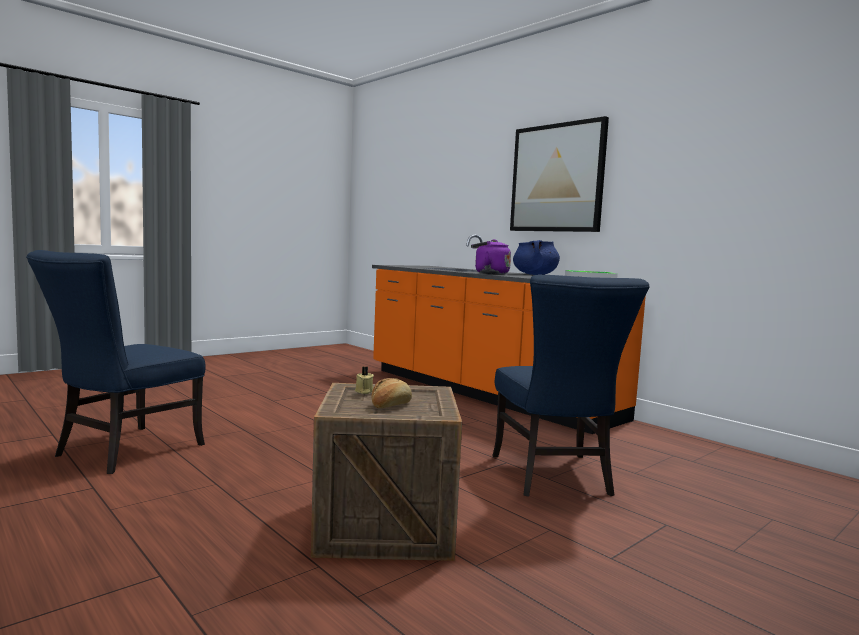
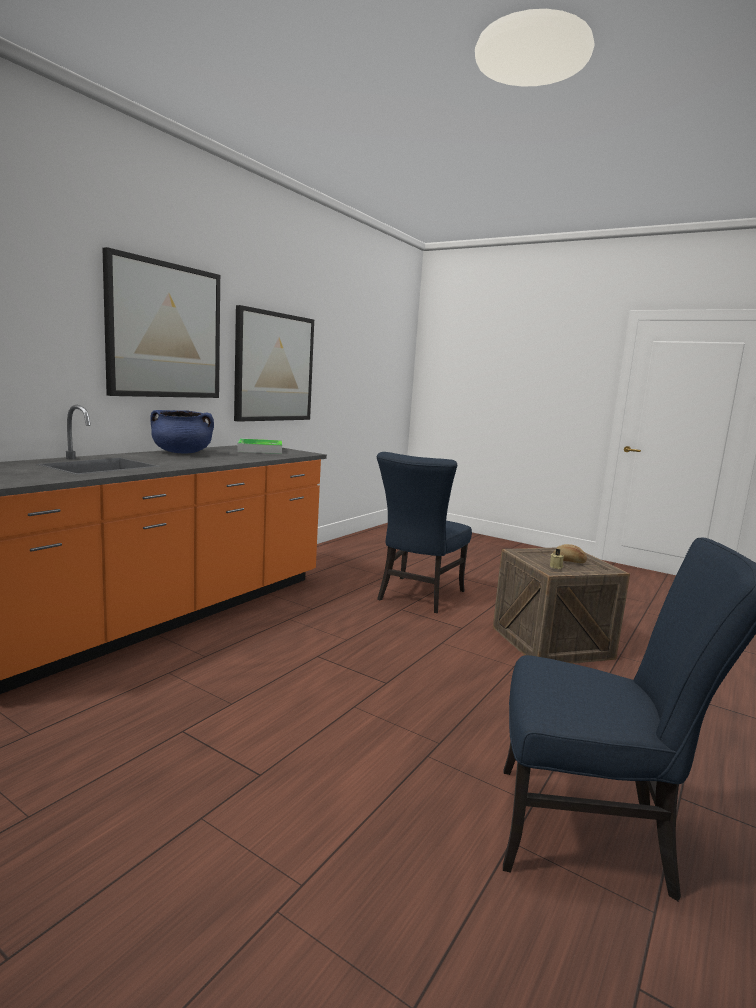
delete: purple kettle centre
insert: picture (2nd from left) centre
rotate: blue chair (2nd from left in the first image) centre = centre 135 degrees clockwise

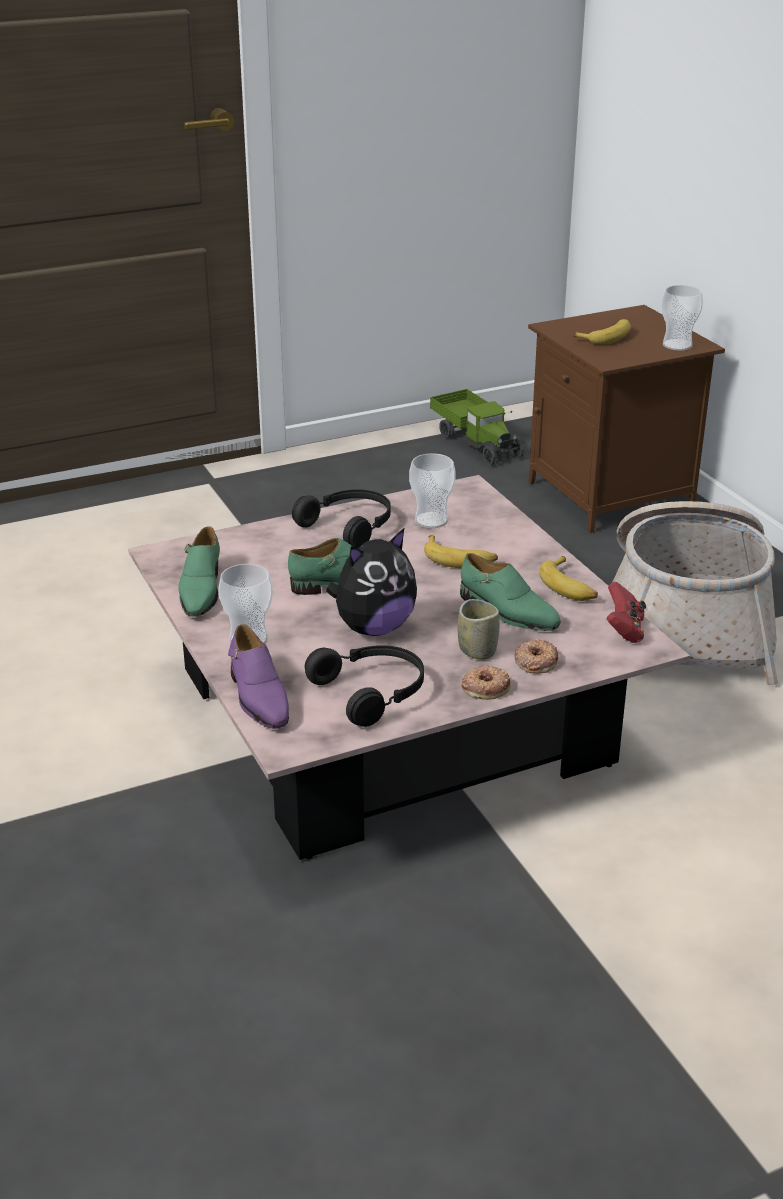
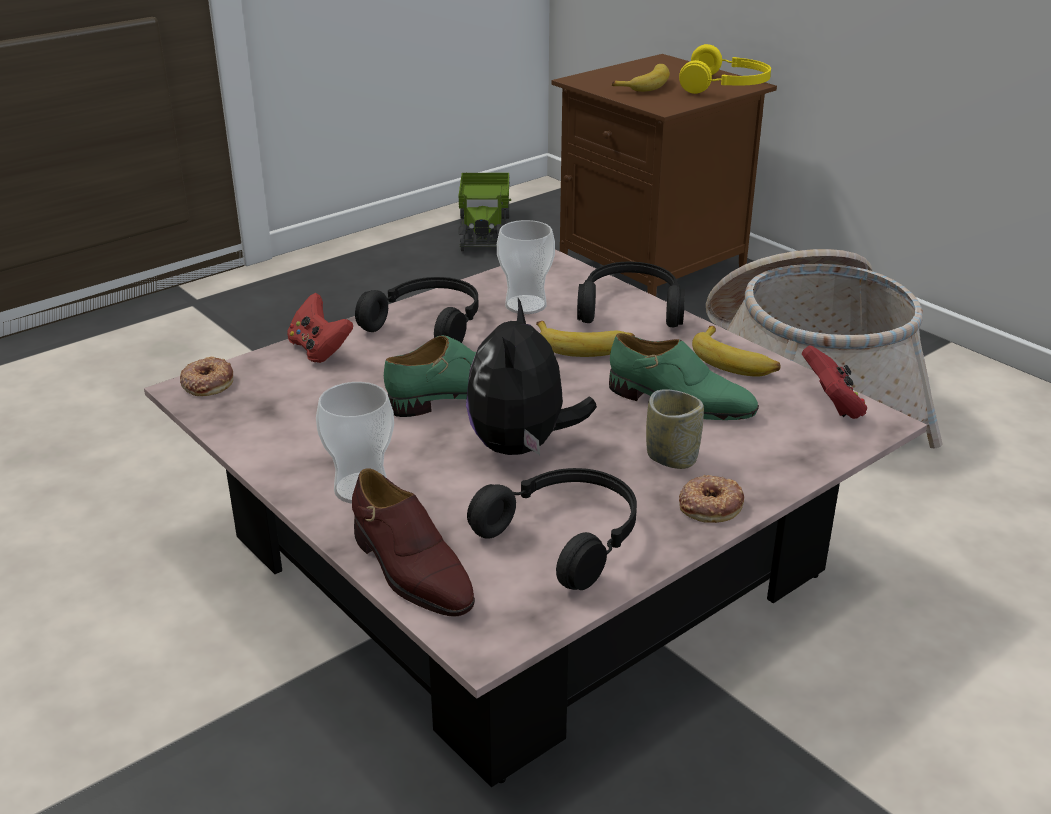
delete: green shoe (1st from left) middle left
insert: red game controller (1st from left) middle left; black headphones (3rd from left) centre
move: donut (2nd from left in the first image) middle right to donut (1st from left) middle left
replace: cup (4th from left) top right to yellow headphones top right
recolor: purple shoe middle left to brown shoe centre
rotate: toy truck centre = top centre 45 degrees clockwise; plush toy centre = centre 150 degrees clockwise

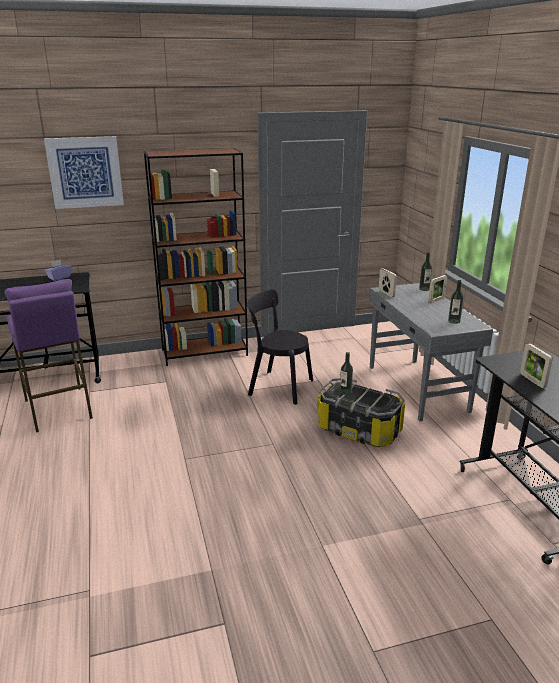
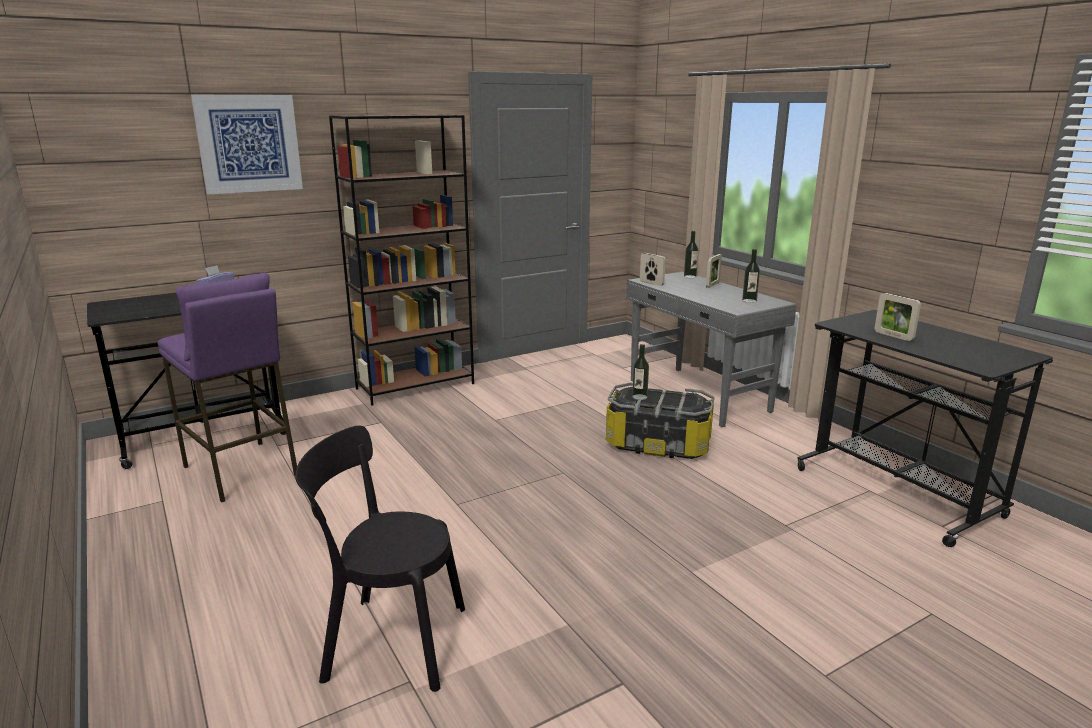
move: black chair centre to bottom centre

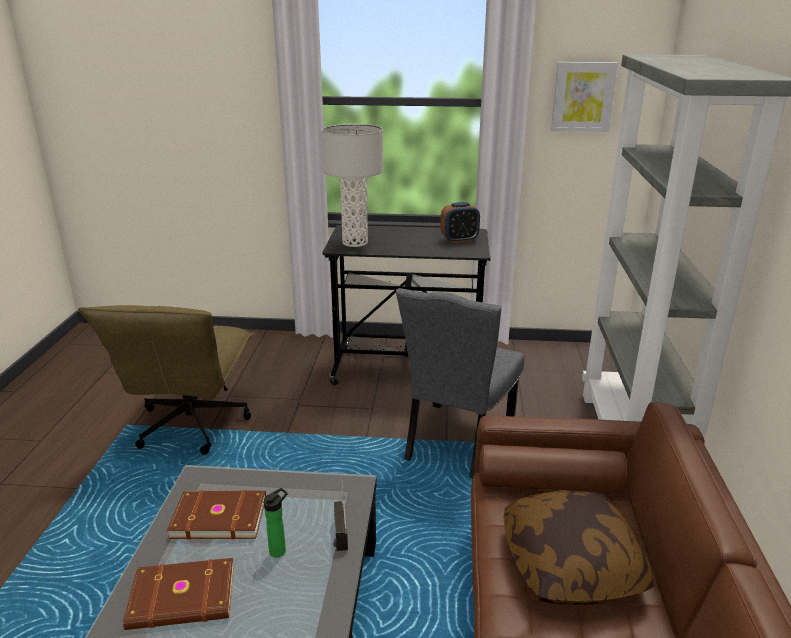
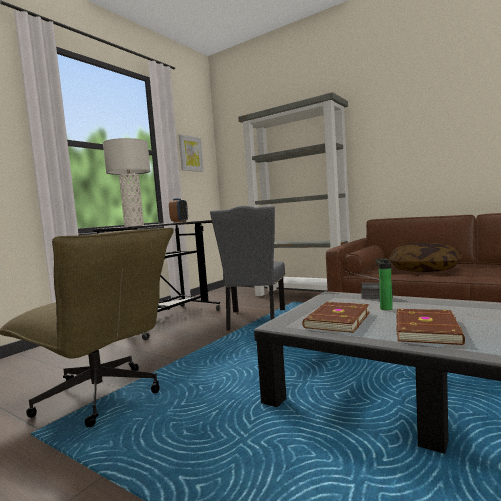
rotate: grey chair centre = centre 45 degrees clockwise

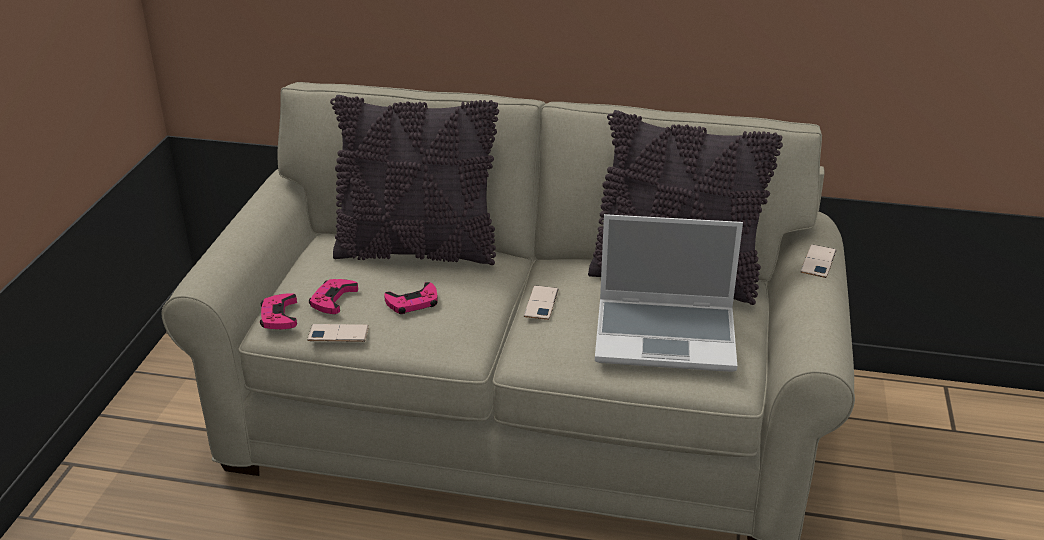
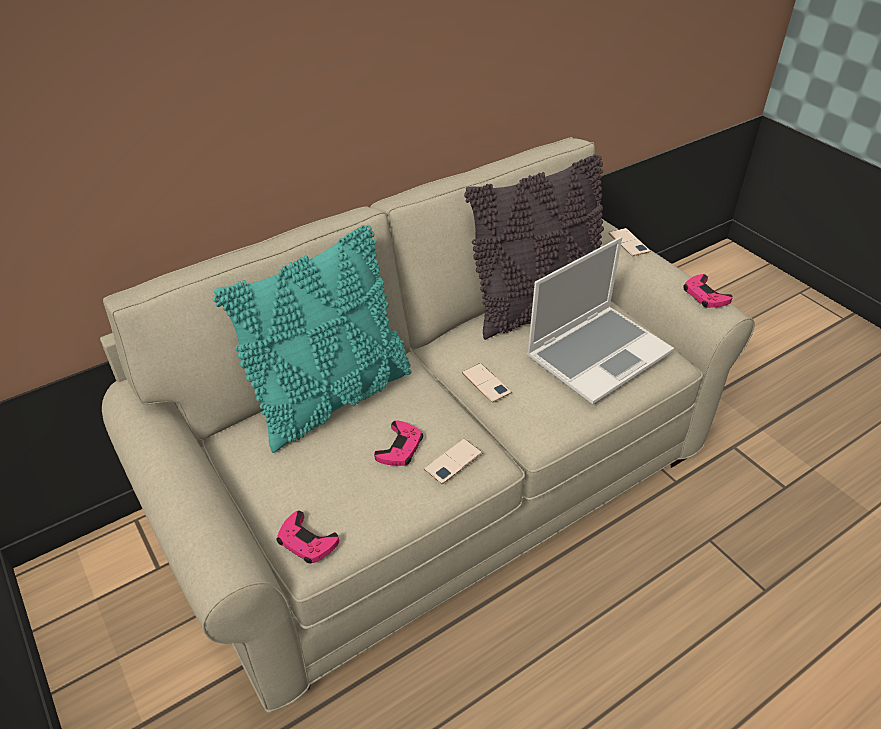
move: phone (1st from left) middle left to centre; pink game controller (2nd from left in the first image) middle left to pink game controller (3rd from left) middle right
recolor: black pillow (1st from left) centre to turquoise pillow centre

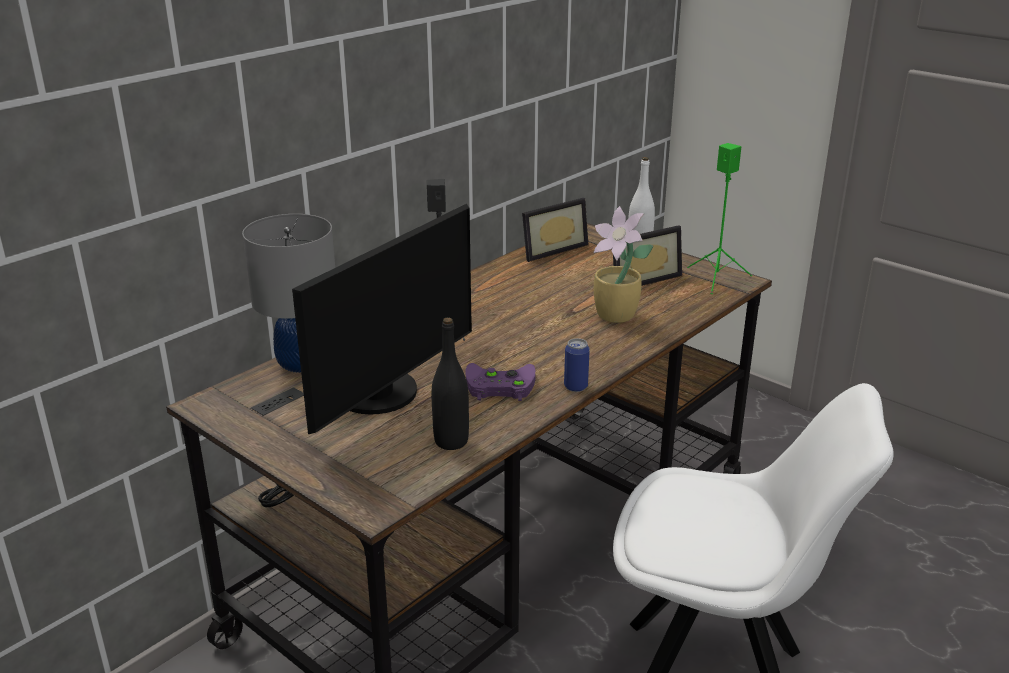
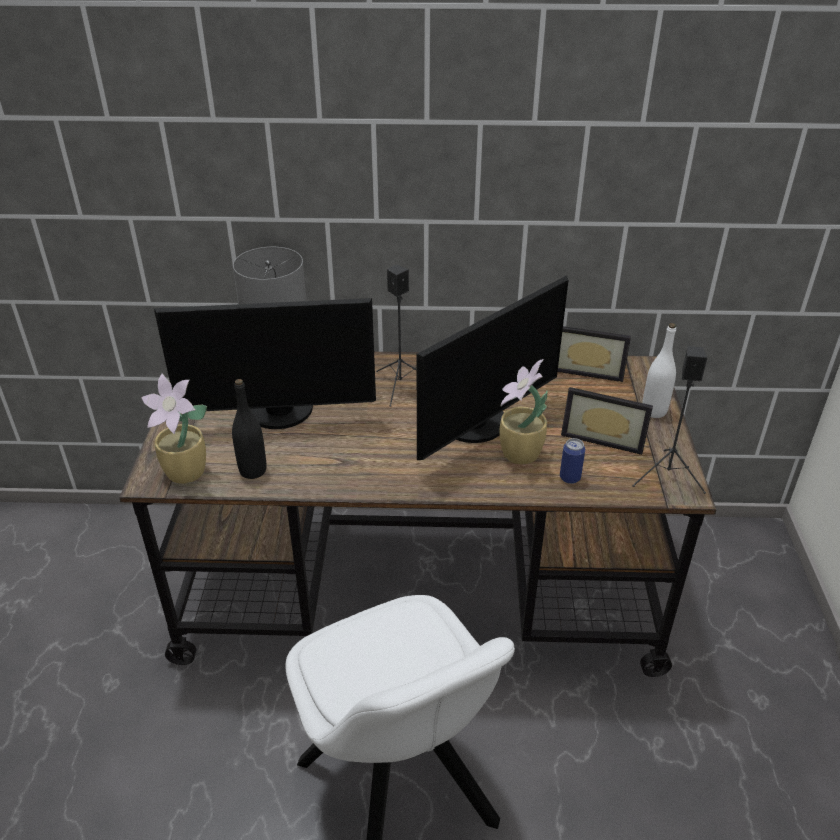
delete: purple game controller centre
insert: potted plant (1st from left) middle left; monitor (2nd from left) centre
move: can centre to middle right
recolor: green speaker top right to black speaker (2nd from left) middle right

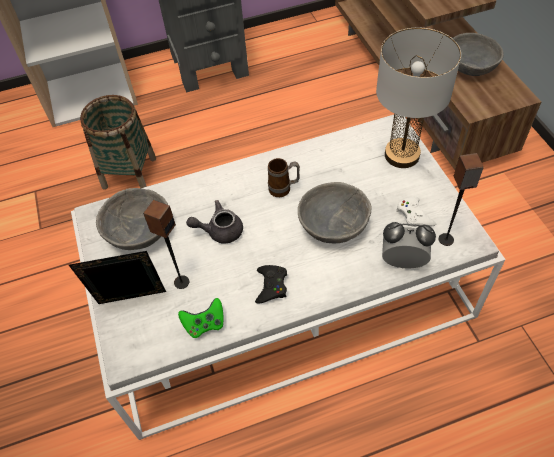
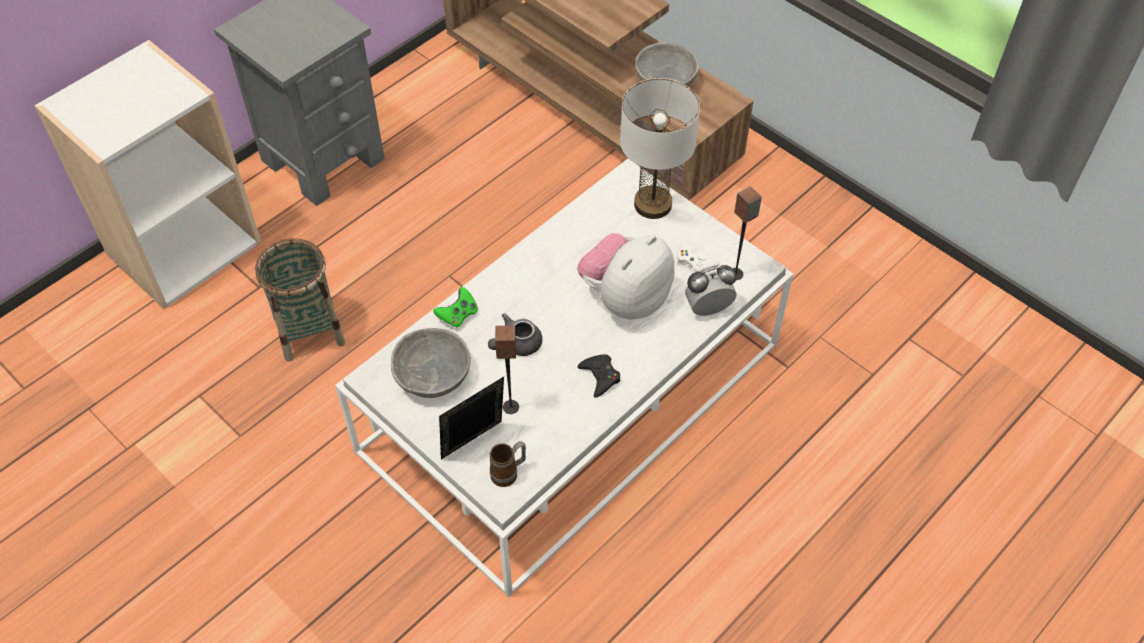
move: green game controller bottom centre to centre; mug centre to bottom centre
replace: grey bowl (2nd from left) centre to plush toy centre

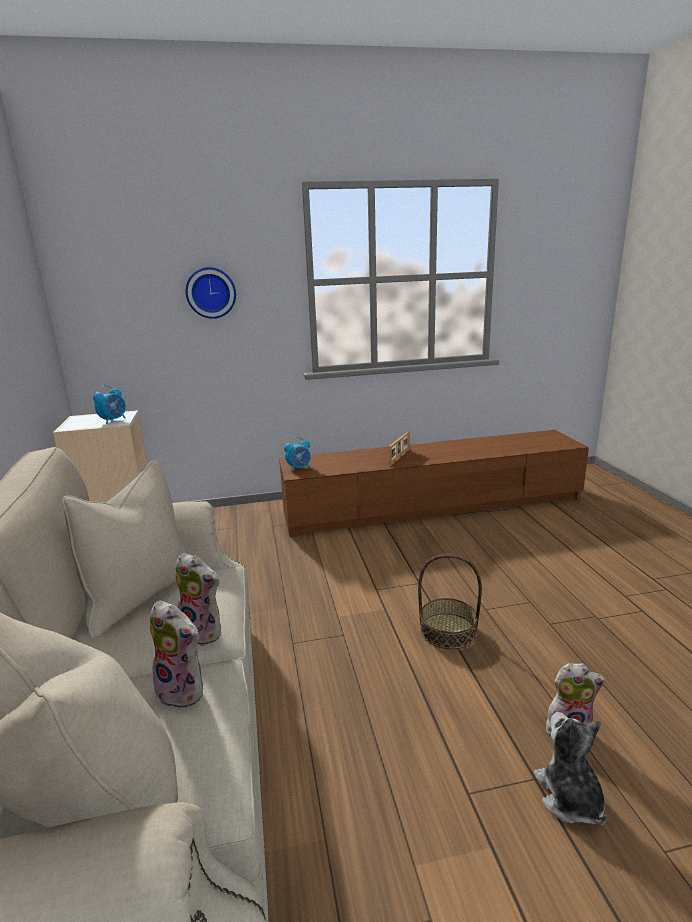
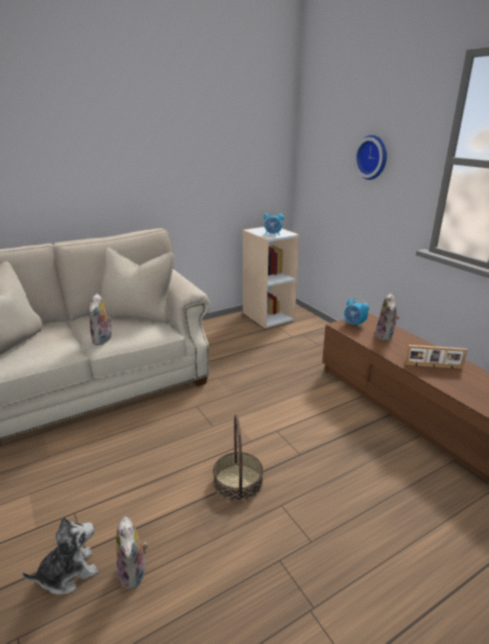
move: plush toy (1st from left in the first image) bottom left to plush toy (4th from left) middle right

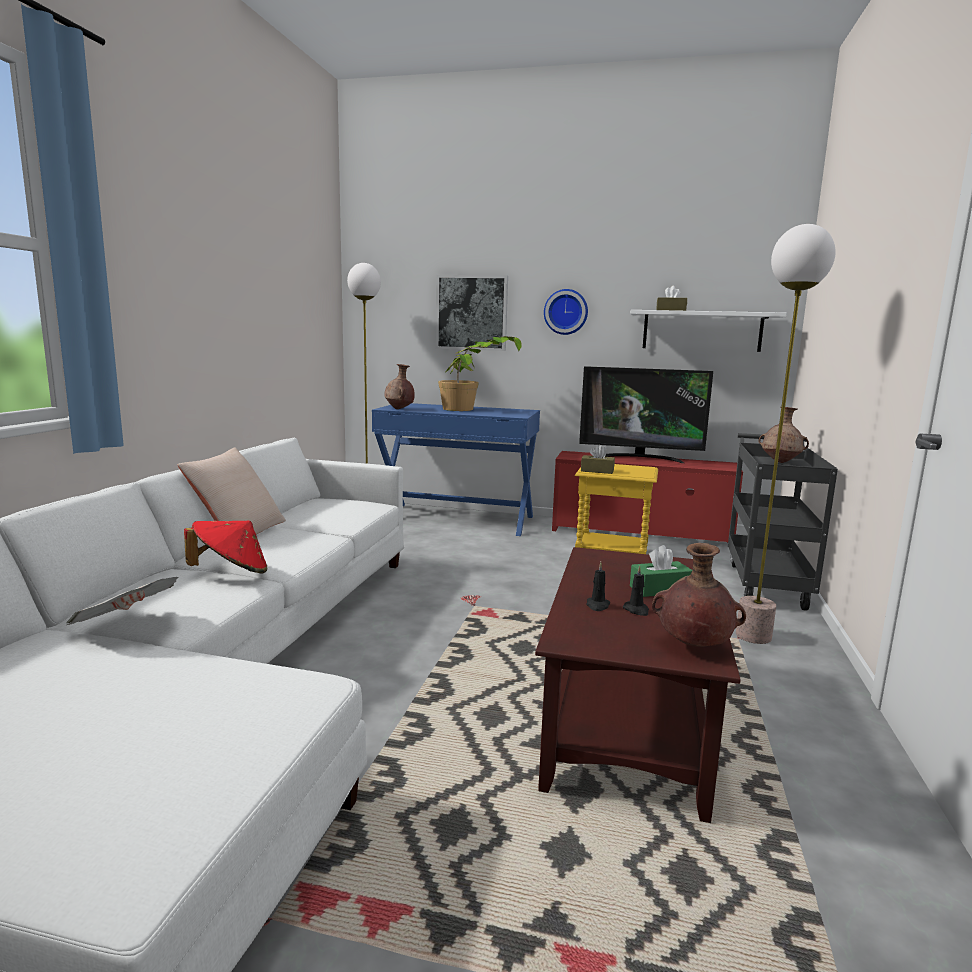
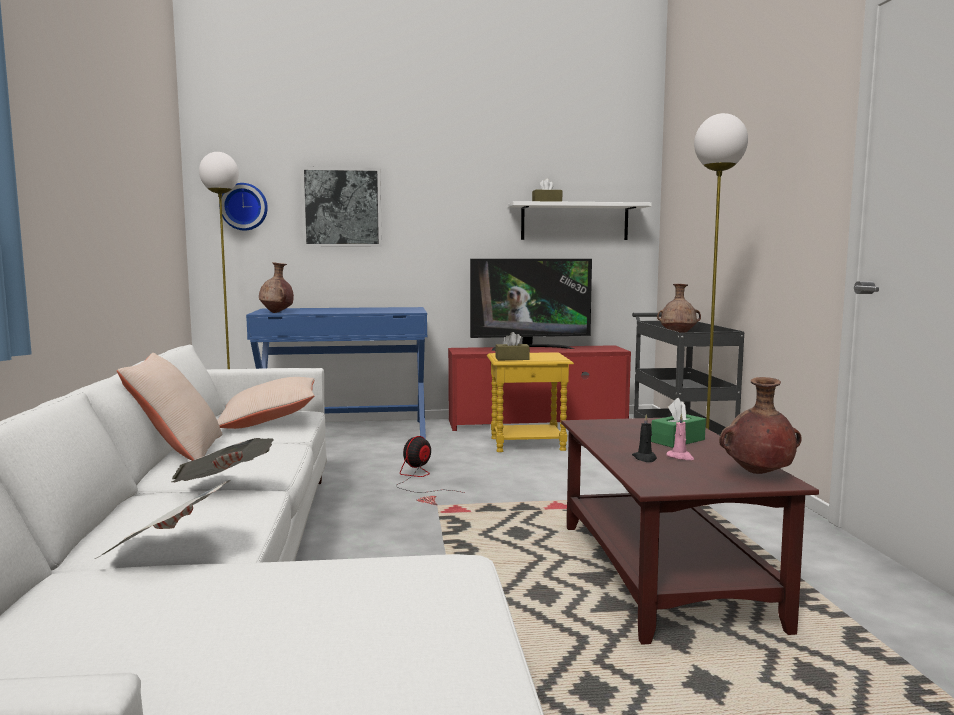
delete: potted plant centre
insert: beige pillow (2nd from left) middle left; fan centre
move: wall clock top centre to top left
replace: red hat middle left to newspaper (2nd from left) middle left
recolor: black candle (2nd from left) centre to pink candle middle right

